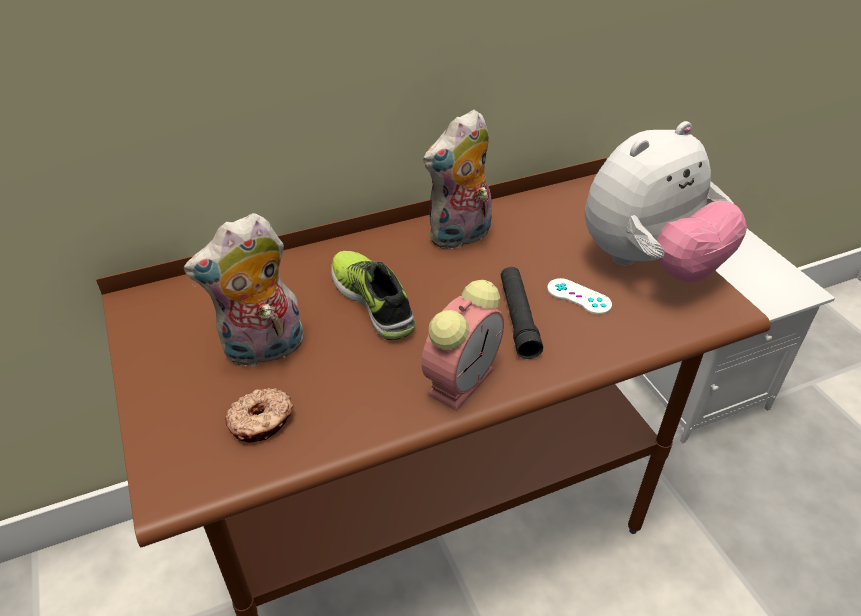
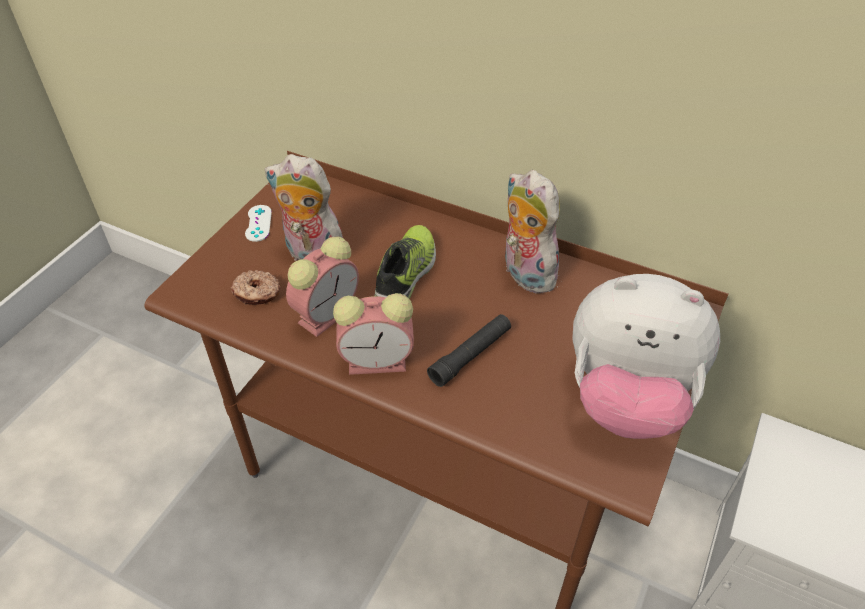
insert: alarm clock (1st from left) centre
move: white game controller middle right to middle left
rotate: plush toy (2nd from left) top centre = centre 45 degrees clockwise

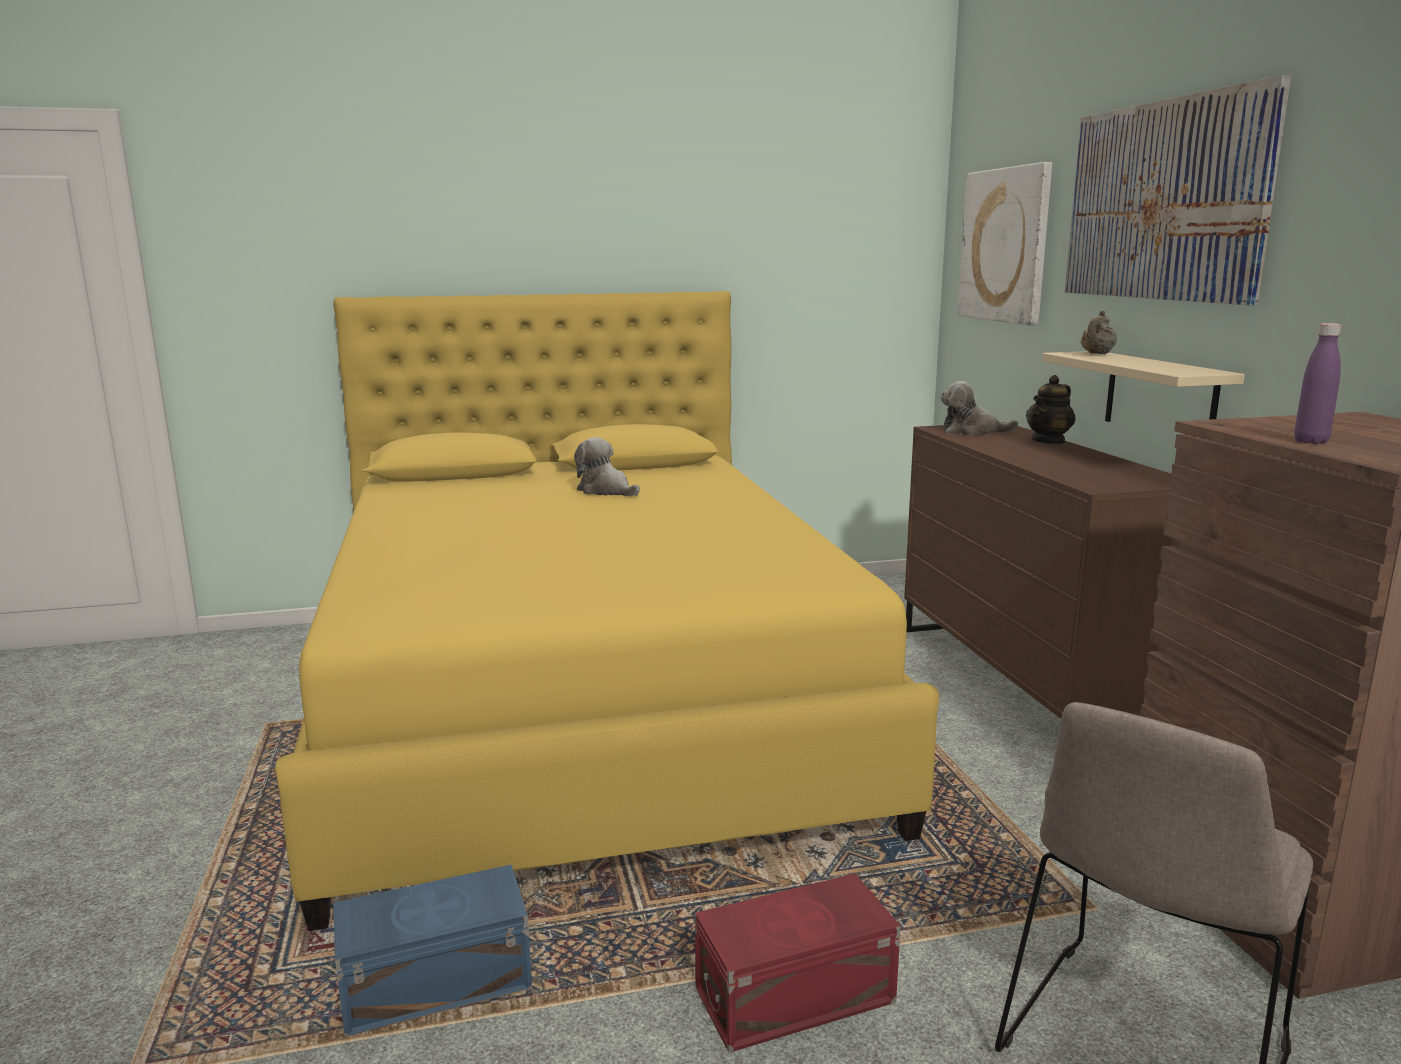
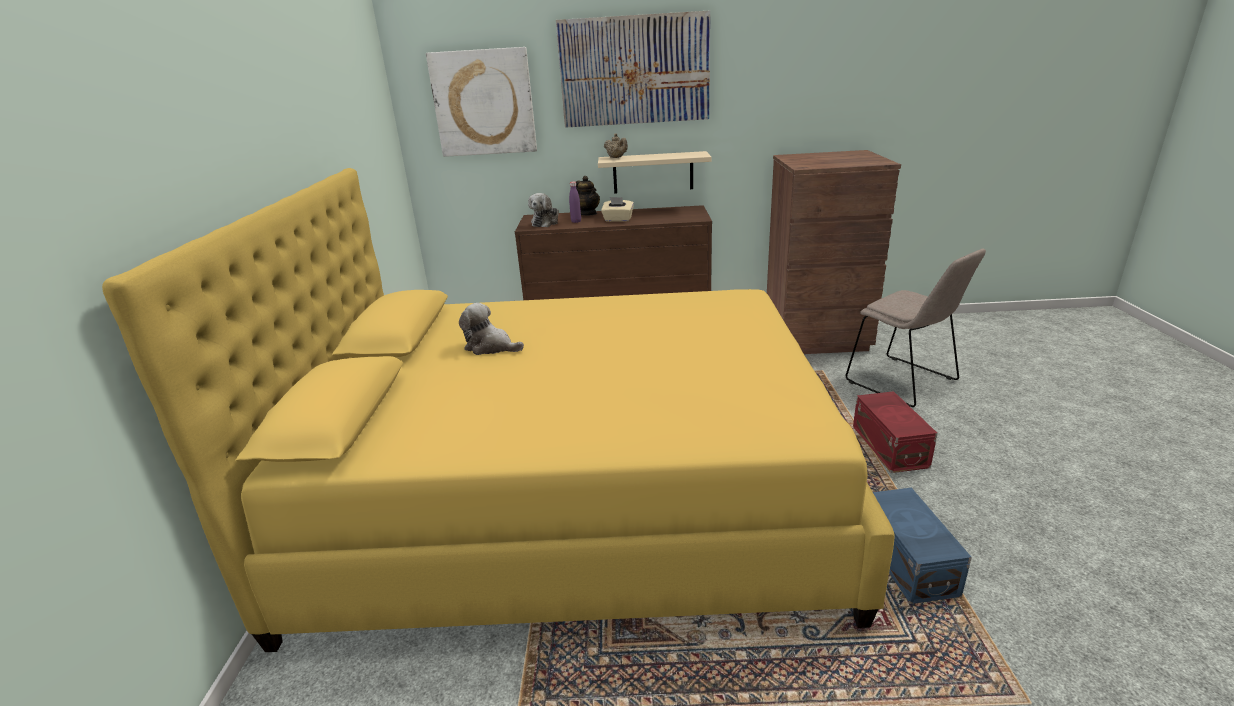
insert: beige tissue box top centre
move: purple bottle middle right to top centre
rotate: plush toy (1st from left) centre = centre 60 degrees clockwise

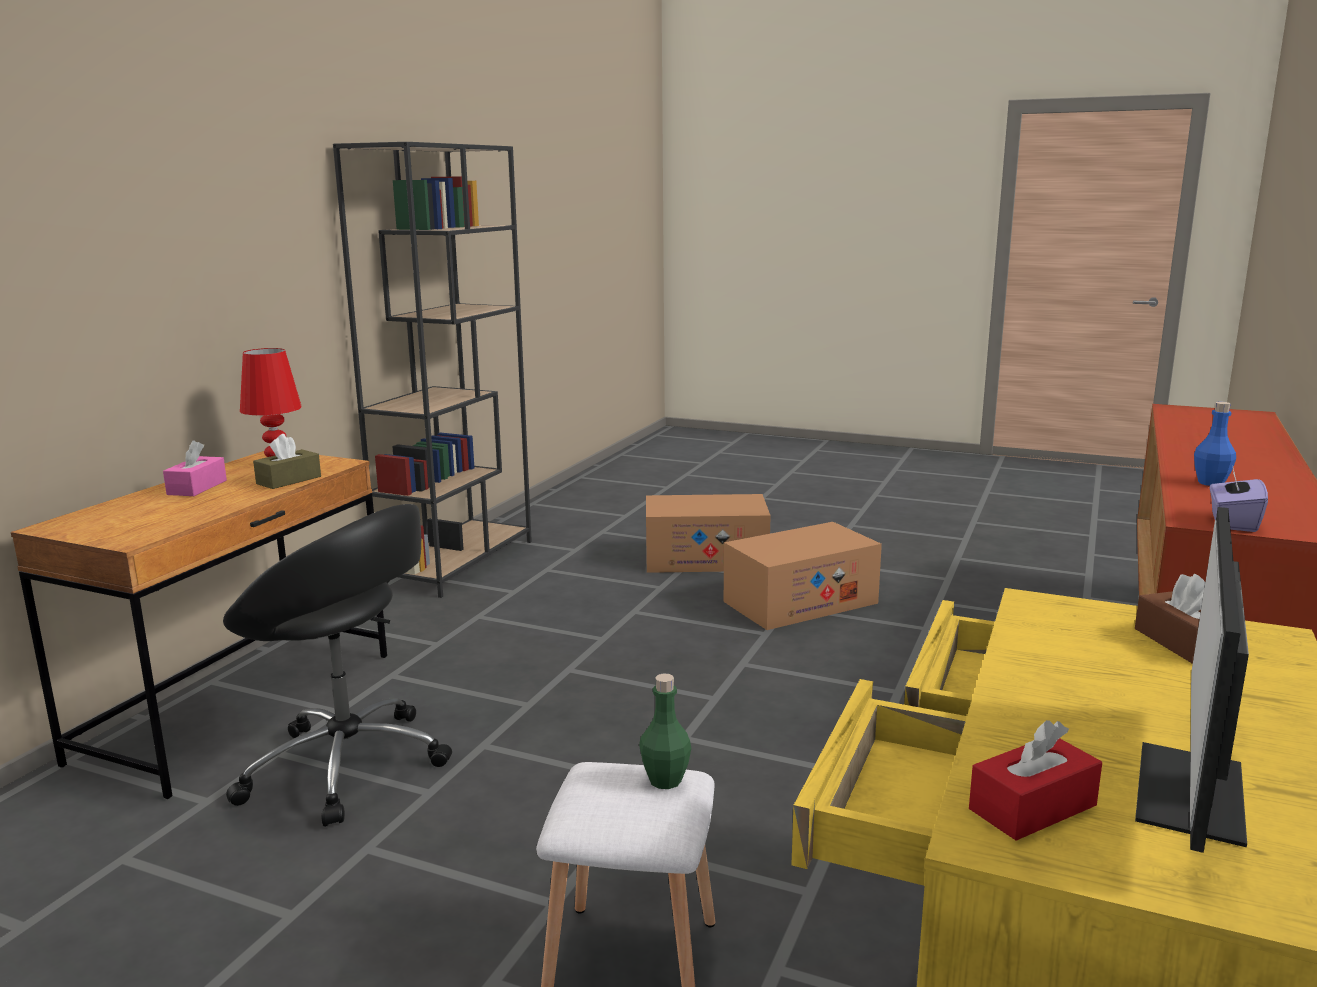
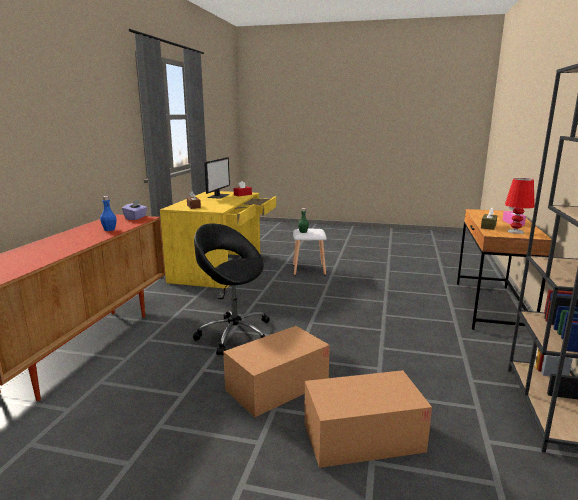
move: black office chair bottom left to centre

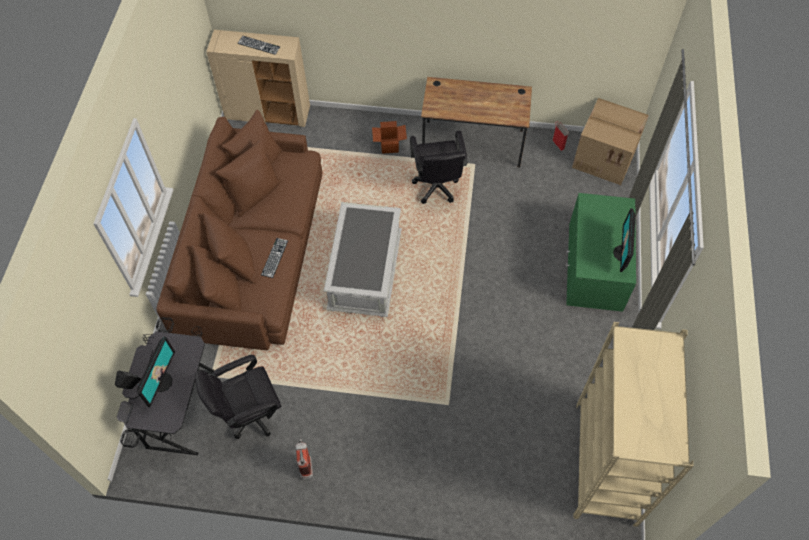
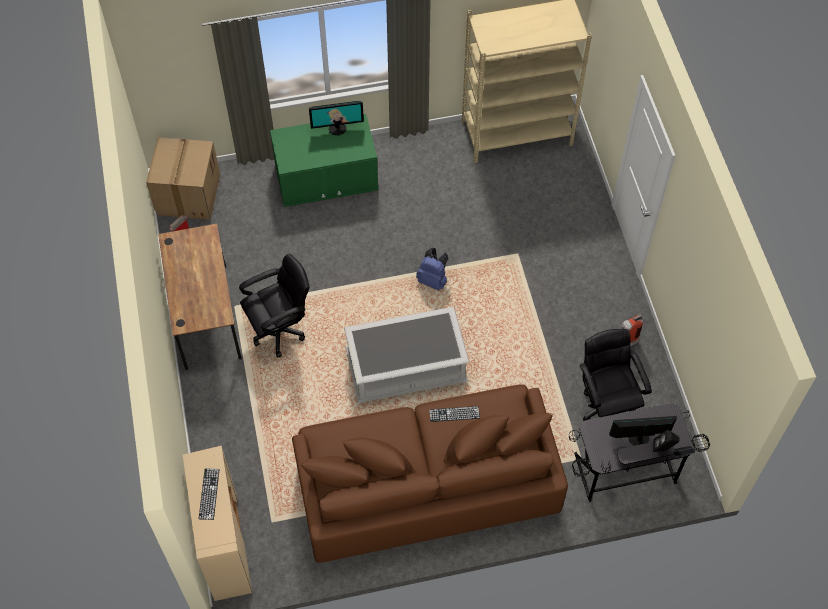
delete: cardboard box (1st from left) top centre
insert: blue backpack centre
rotate: black office chair (1st from left in the first image) bottom left = middle right 150 degrees counterclockwise

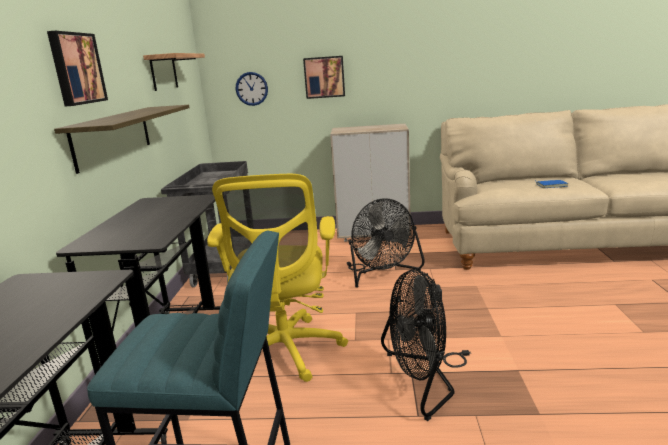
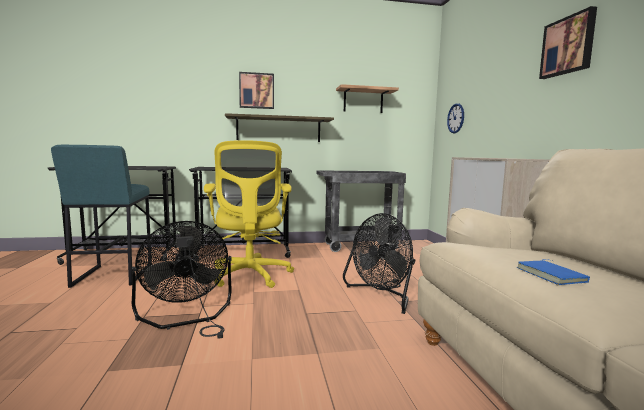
move: picture (2nd from left) top centre to top right
rotate: yellow office chair centre = centre 90 degrees counterclockwise

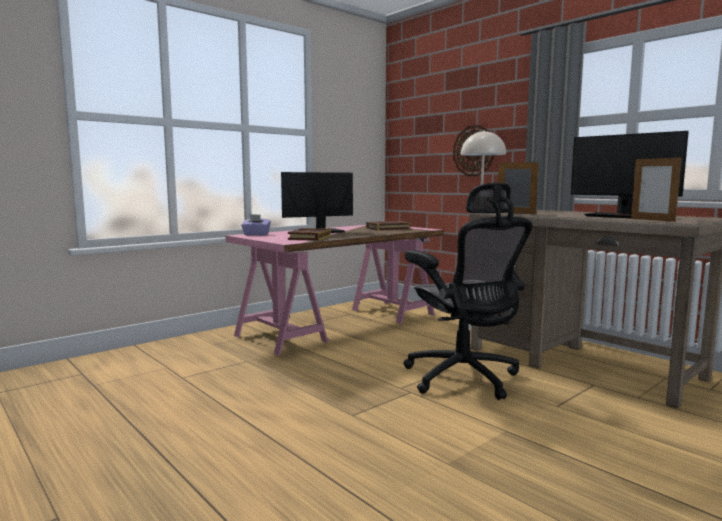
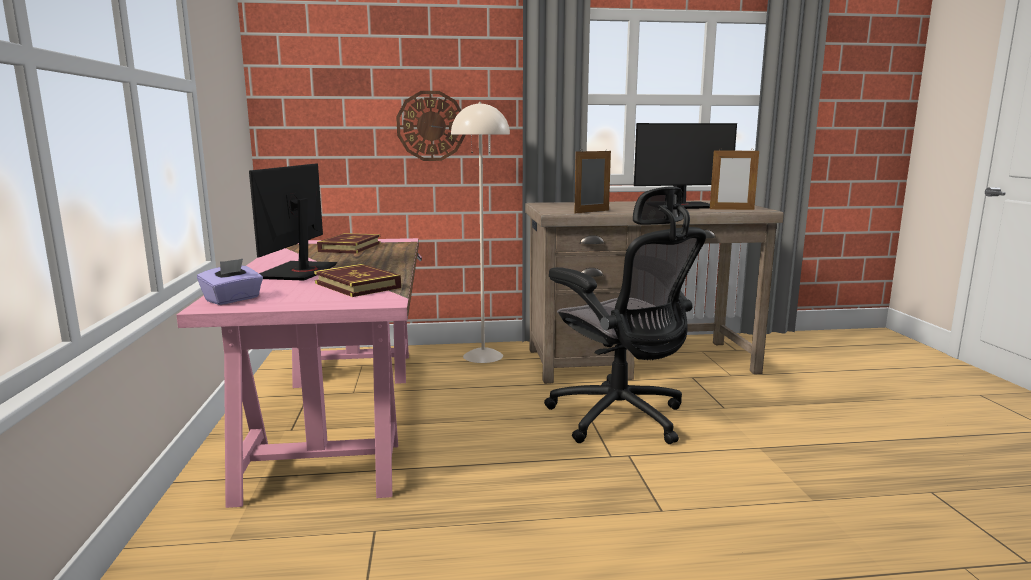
rotate: office chair centre = centre 45 degrees clockwise

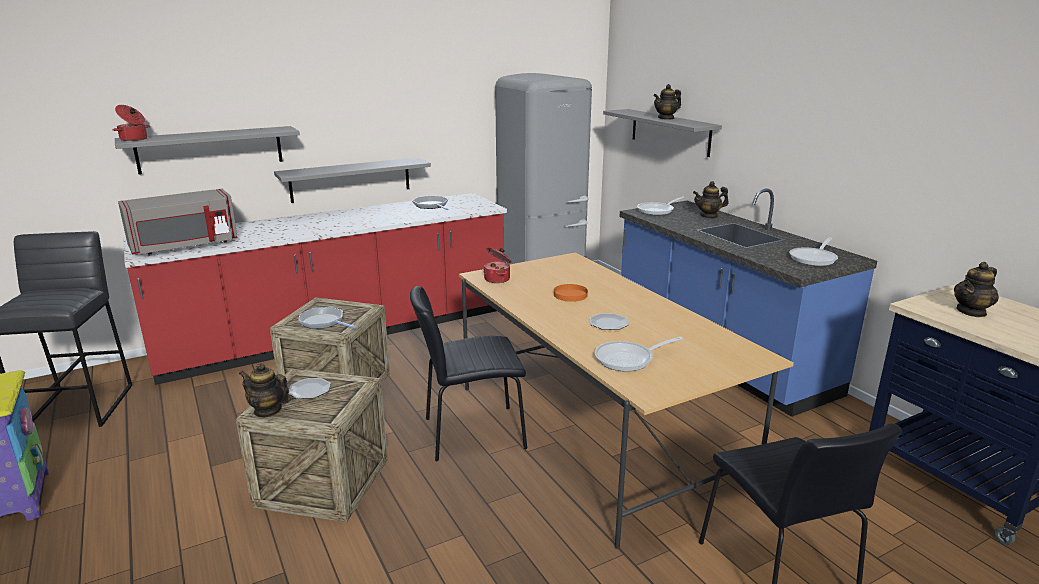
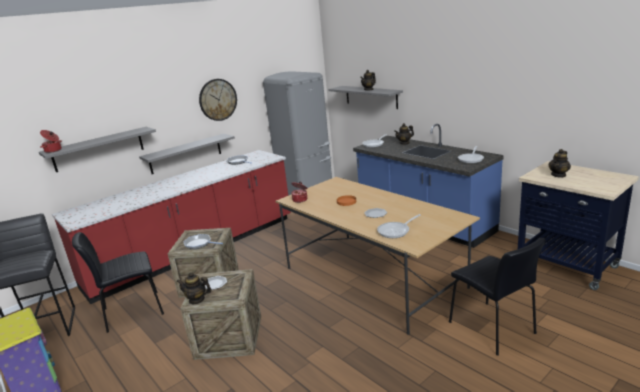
delete: grey microwave middle left
insert: wall clock top centre
move: black chair (1st from left) centre to bottom left

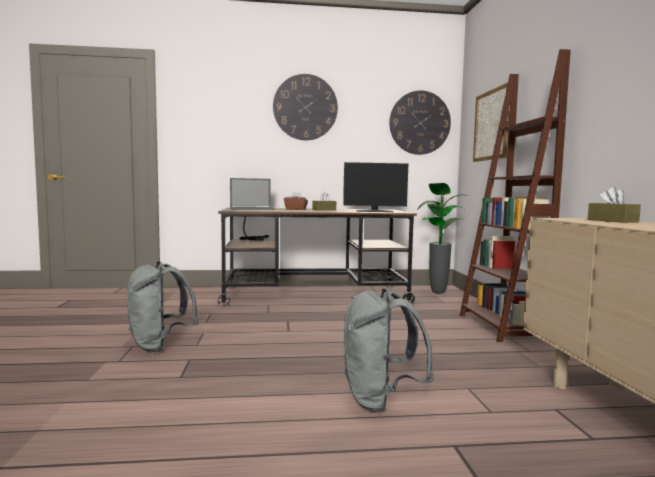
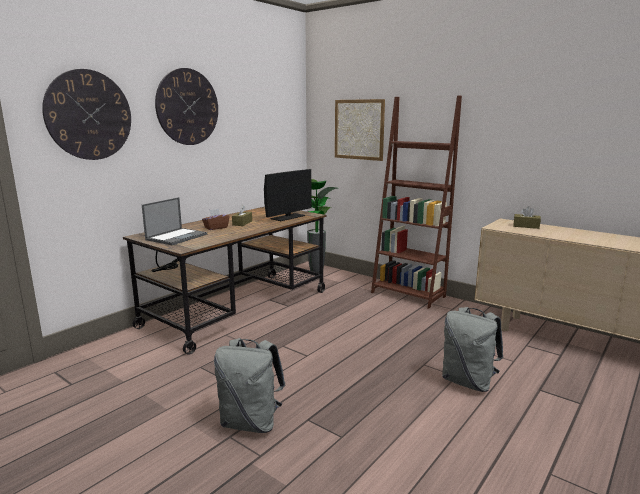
move: wall clock (2nd from left in the first image) top centre to wall clock (1st from left) top left

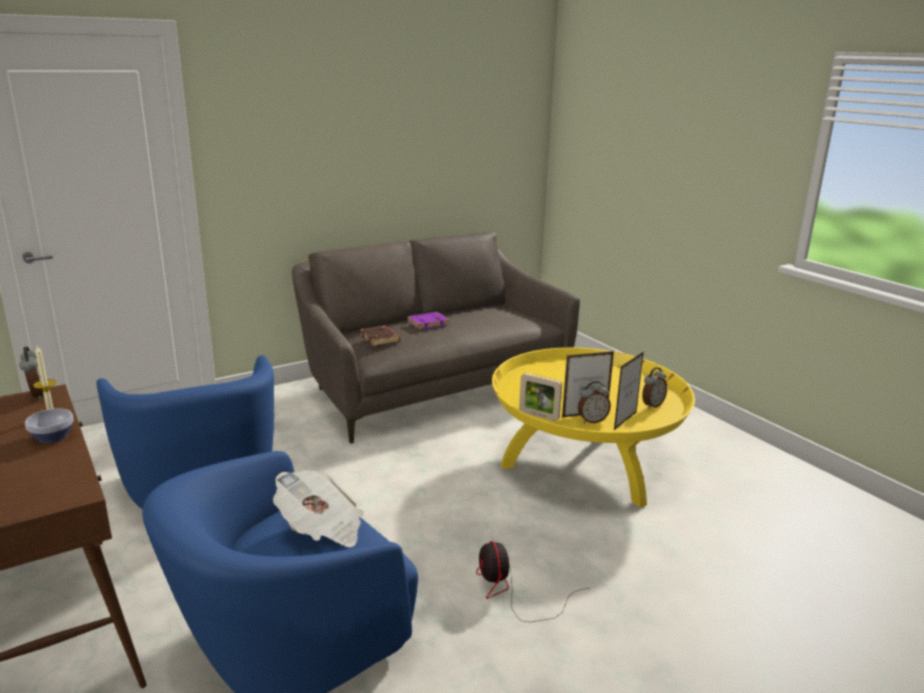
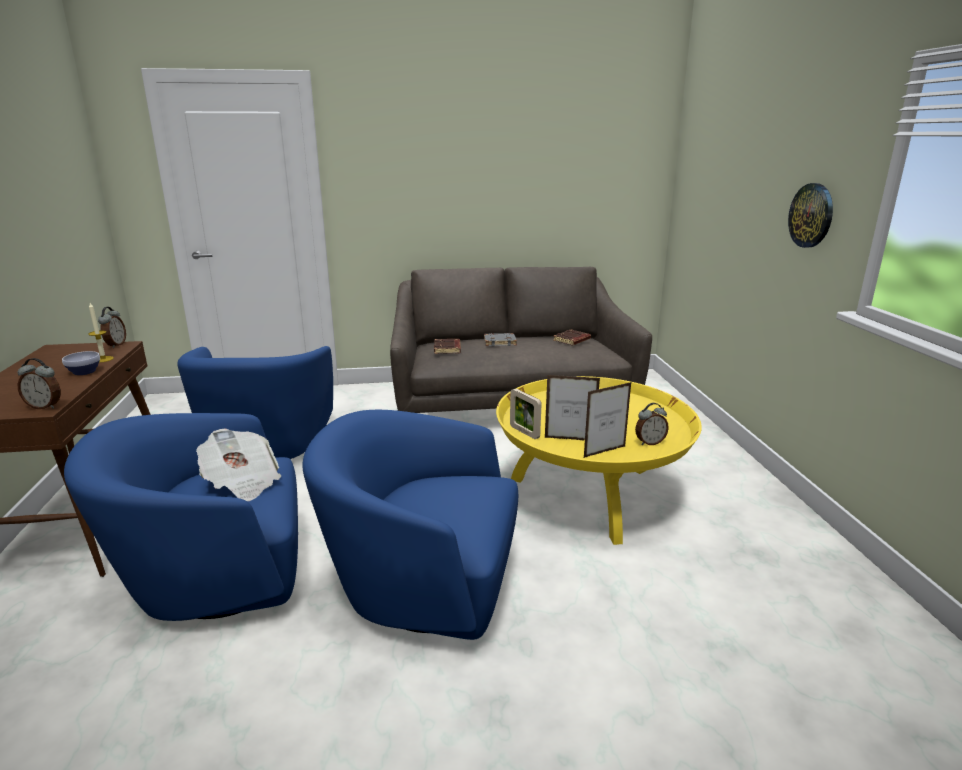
insert: brown book (2nd from left) centre; wall clock top right
move: alarm clock (2nd from left in the first image) centre to alarm clock (1st from left) middle left
replace: fan bottom centre to blue armchair (3rd from left) bottom centre
recolor: purple book centre to grey book centre

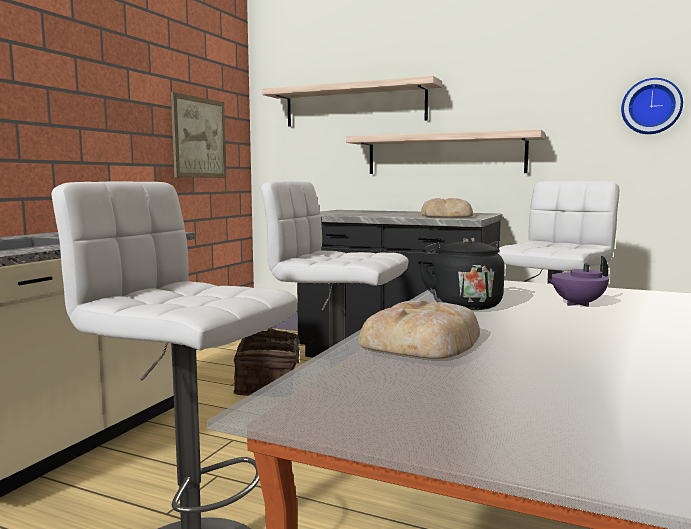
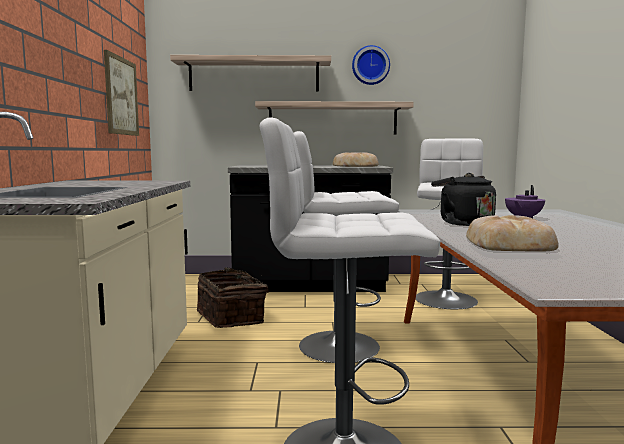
move: wall clock top right to top centre

